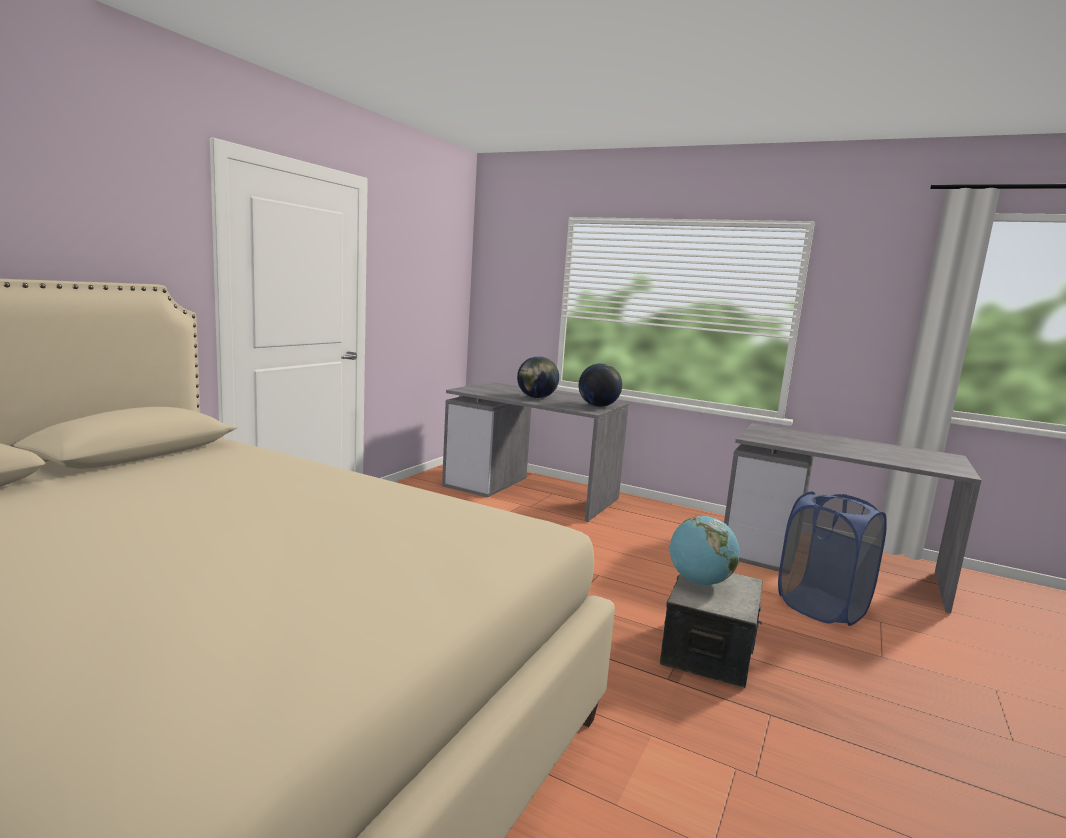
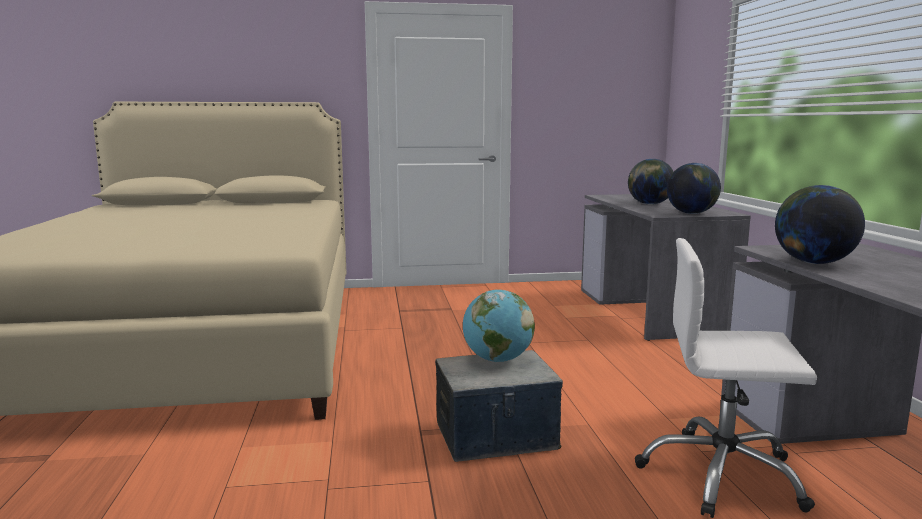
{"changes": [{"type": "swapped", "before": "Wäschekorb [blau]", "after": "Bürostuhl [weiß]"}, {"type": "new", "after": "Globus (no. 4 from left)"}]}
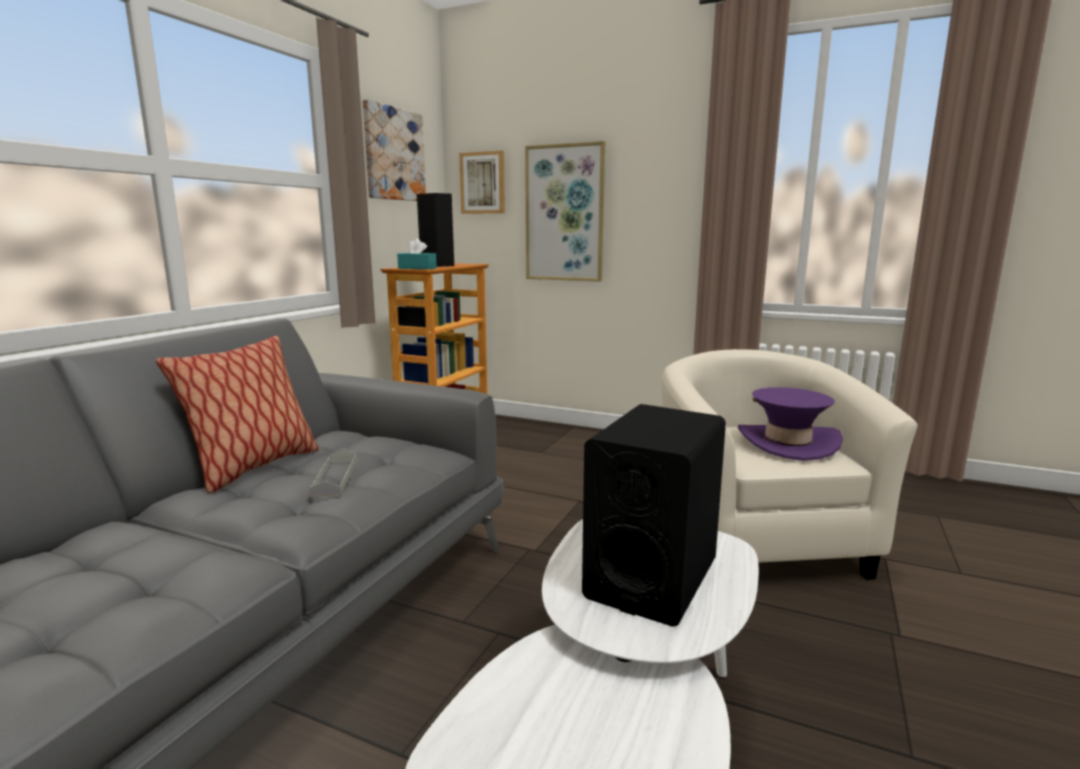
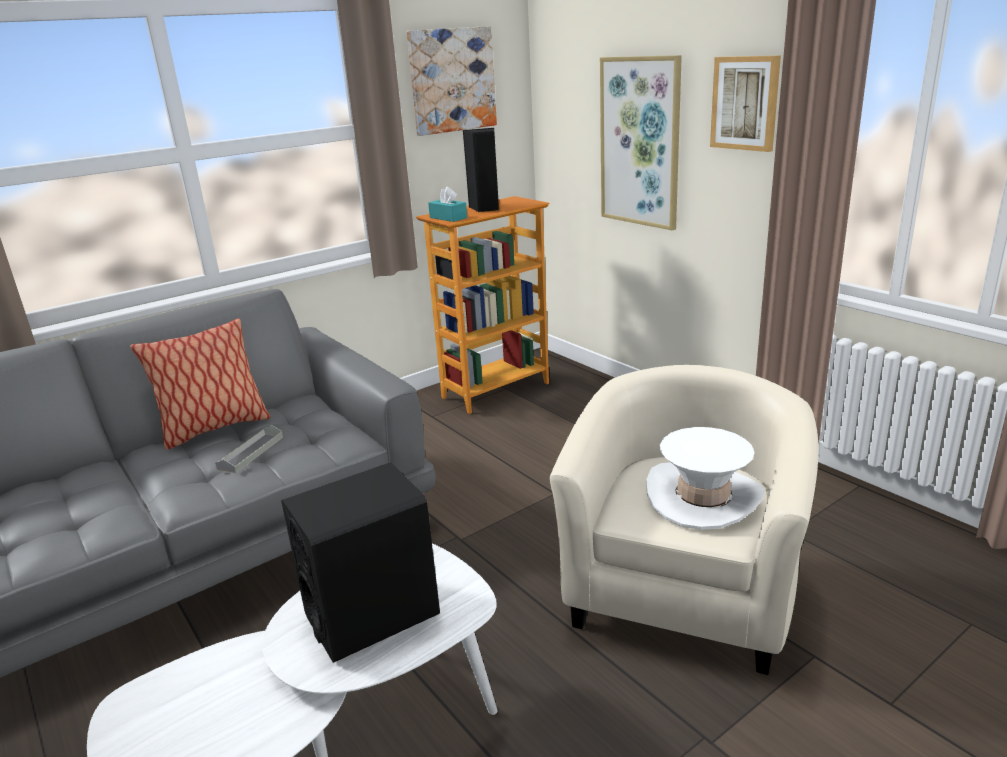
{"changes": [{"type": "shifted", "before": "Bild (no. 2 from left in the first image)", "after": "Bild (no. 3 from left)"}, {"type": "repainted", "before": "Hut [lila]", "after": "Hut [weiß]"}]}
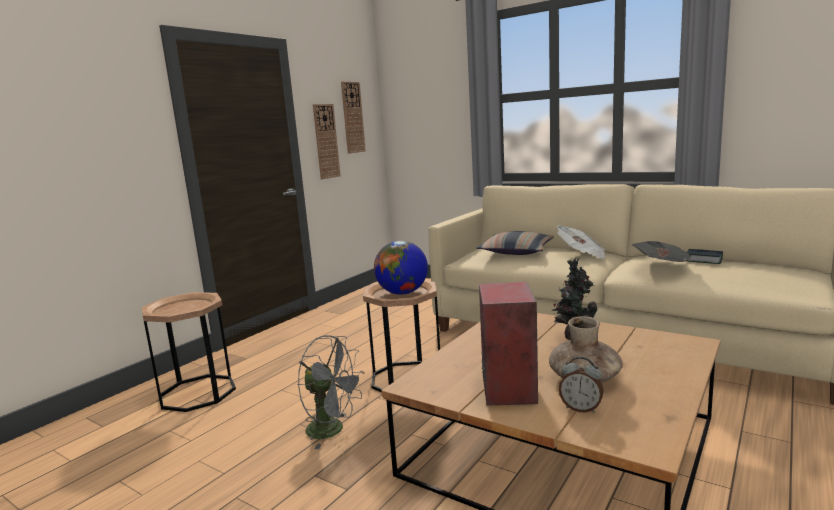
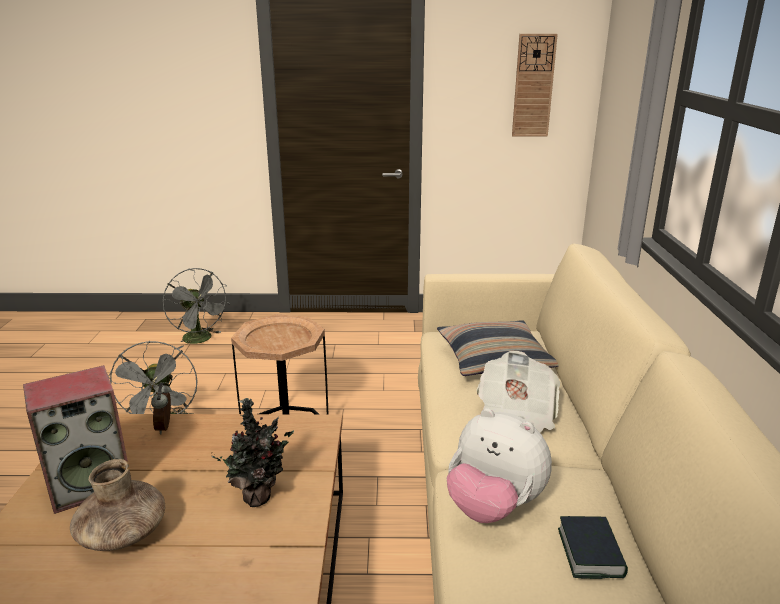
{"changes": [{"type": "gone", "before": "Wanduhr (no. 1 from left)"}, {"type": "gone", "before": "Globus"}, {"type": "swapped", "before": "Zeitung (no. 2 from left)", "after": "Plüschtier"}, {"type": "swapped", "before": "Beistelltisch [braun] (no. 1 from left)", "after": "Ventilator [grau] (no. 2 from left)"}, {"type": "shifted", "before": "Wecker"}]}
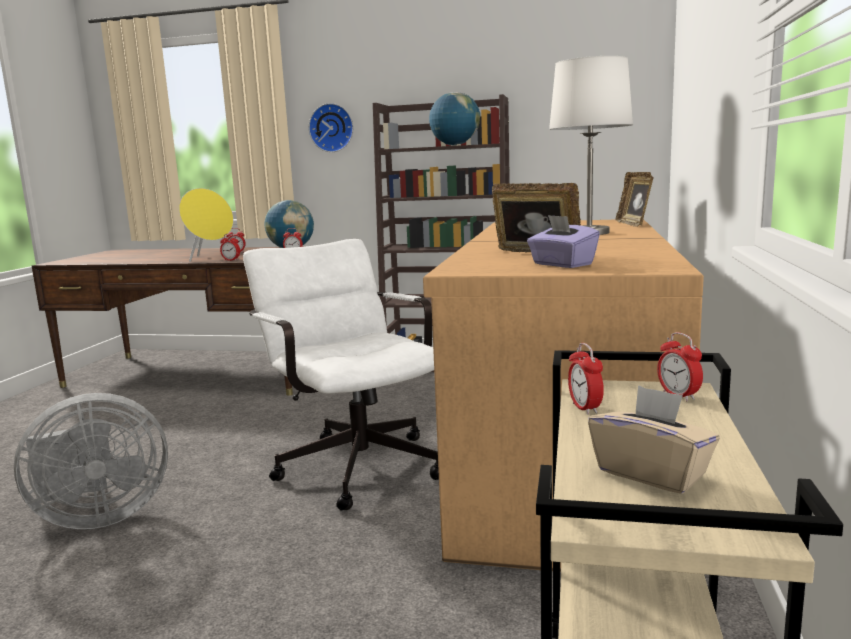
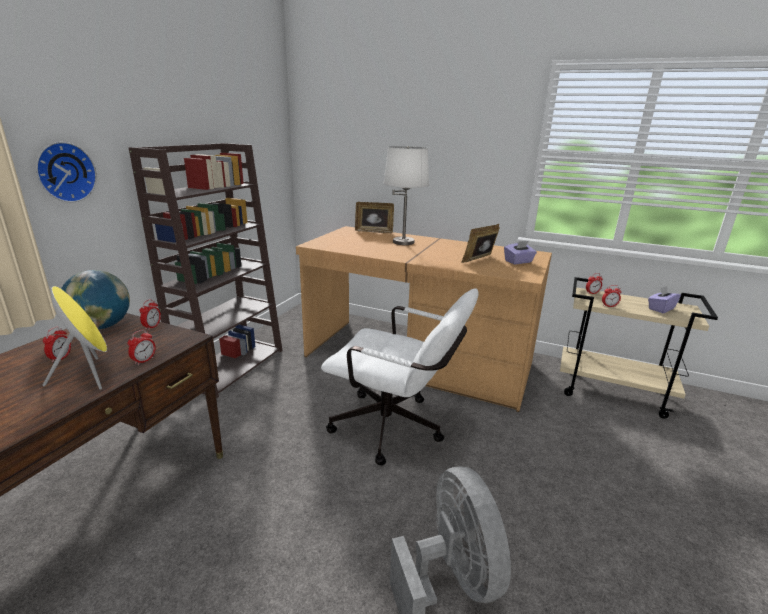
{"changes": [{"type": "gone", "before": "Globus (no. 2 from left)"}, {"type": "rotated", "before": "Bürostuhl [weiß]", "turn": -135}, {"type": "repainted", "before": "Taschentuchbox [beige]", "after": "Taschentuchbox [lila] (no. 2 from left)"}]}
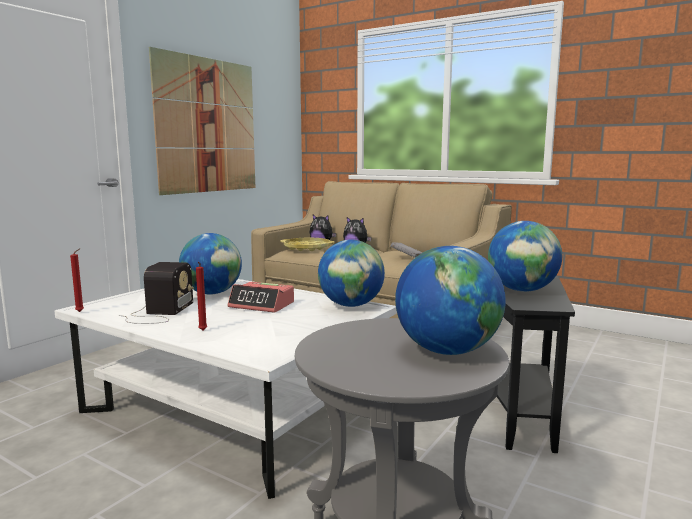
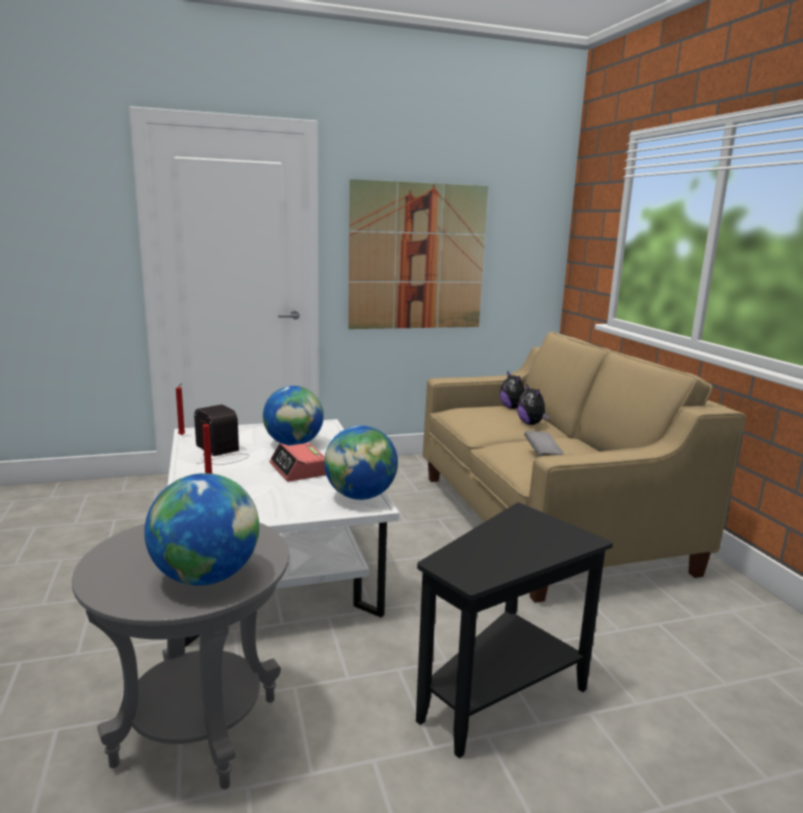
{"changes": [{"type": "gone", "before": "Globus (no. 4 from left)"}, {"type": "gone", "before": "Tablett [gelb]"}, {"type": "rotated", "before": "Radio", "turn": -90}]}
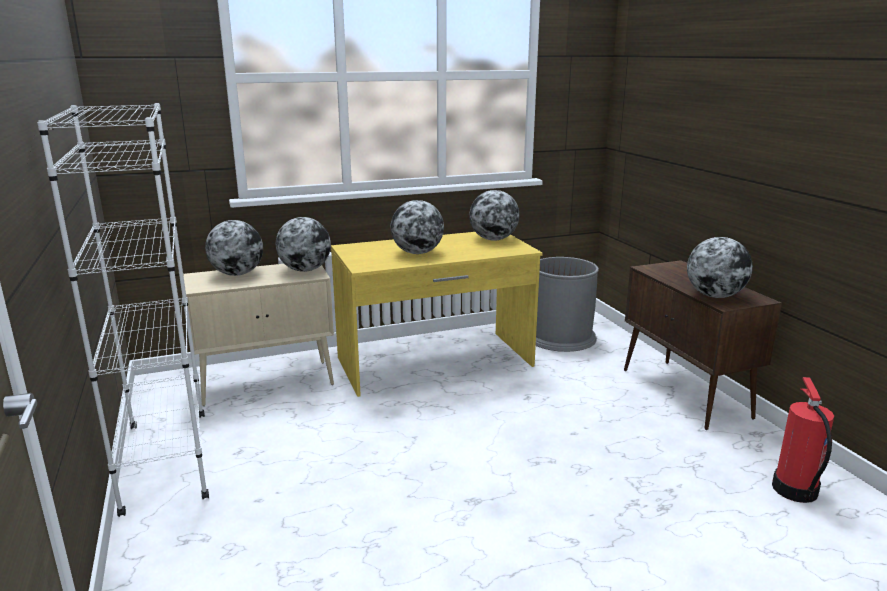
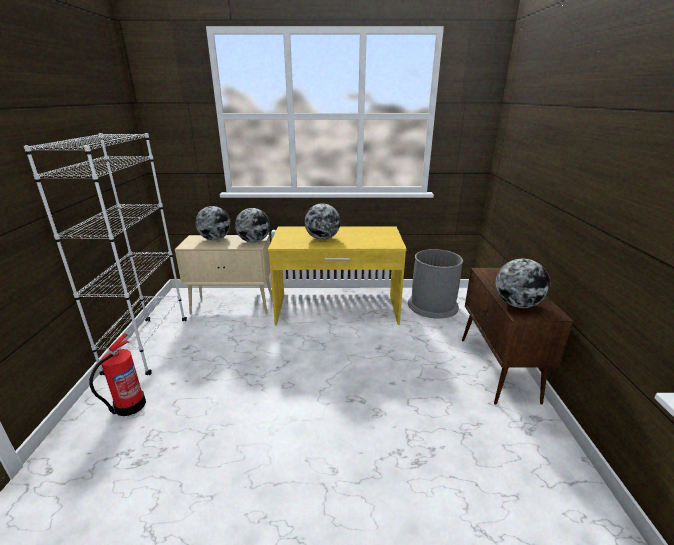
{"changes": [{"type": "gone", "before": "Globus (no. 4 from left)"}, {"type": "shifted", "before": "Feuerlöscher"}]}
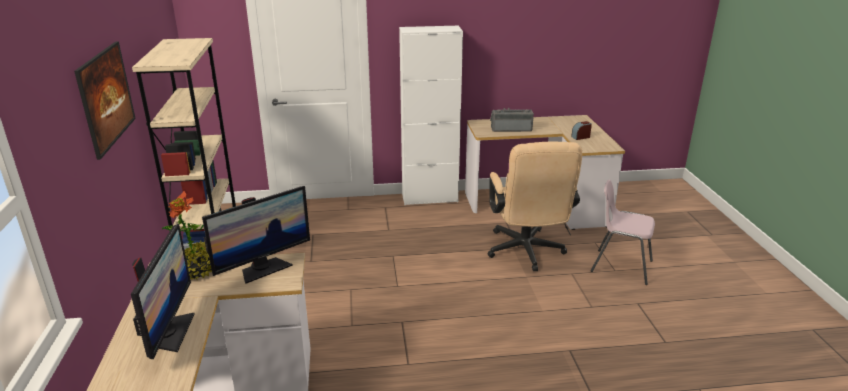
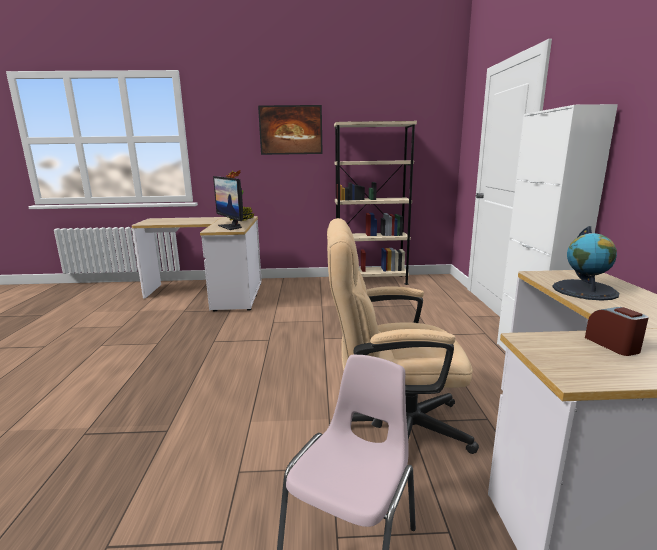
{"changes": [{"type": "swapped", "before": "Radio", "after": "Globus"}, {"type": "gone", "before": "Monitor (no. 1 from left)"}]}
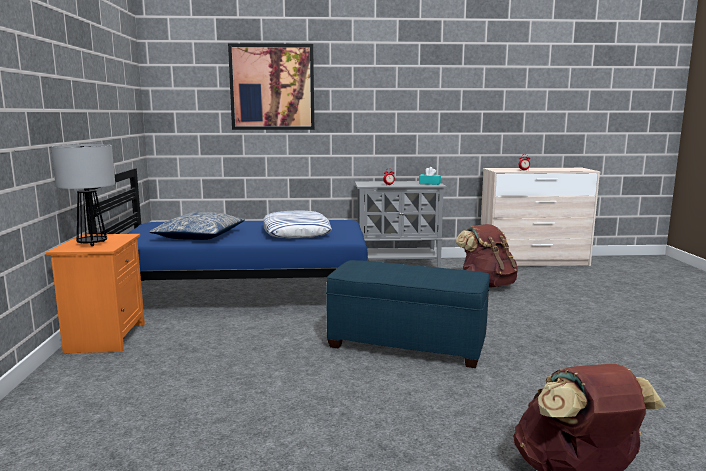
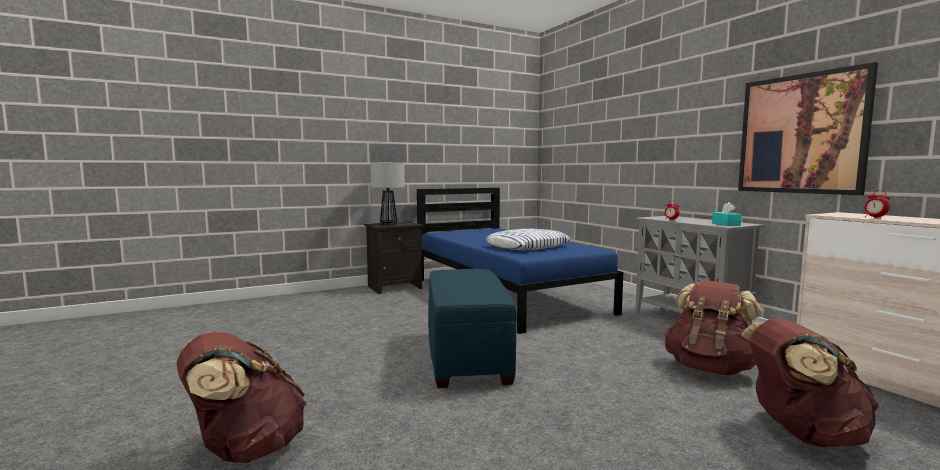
{"changes": [{"type": "shifted", "before": "Bild"}, {"type": "gone", "before": "Kissen (no. 1 from left)"}, {"type": "repainted", "before": "Nachttisch [orange]", "after": "Nachttisch [schwarz]"}, {"type": "new", "after": "Rucksack [braun] (no. 3 from left)"}]}
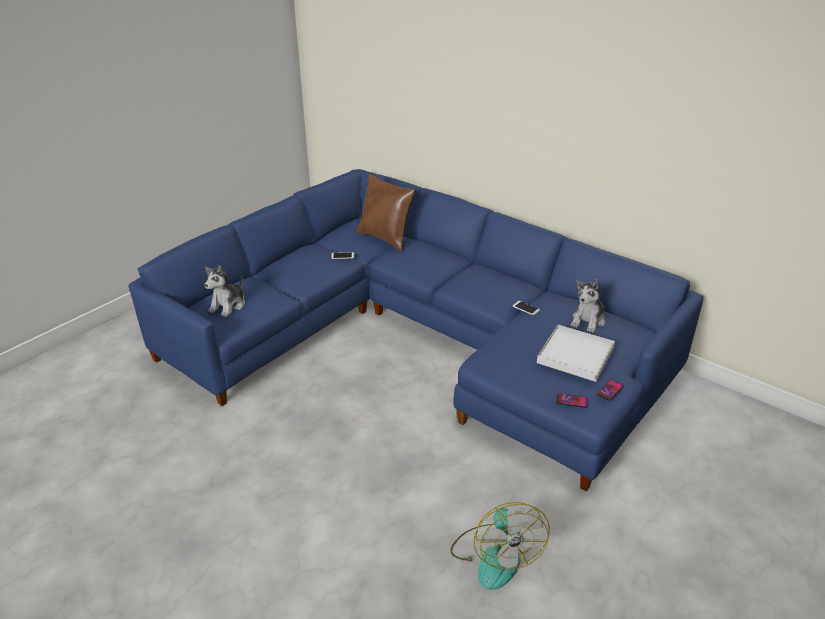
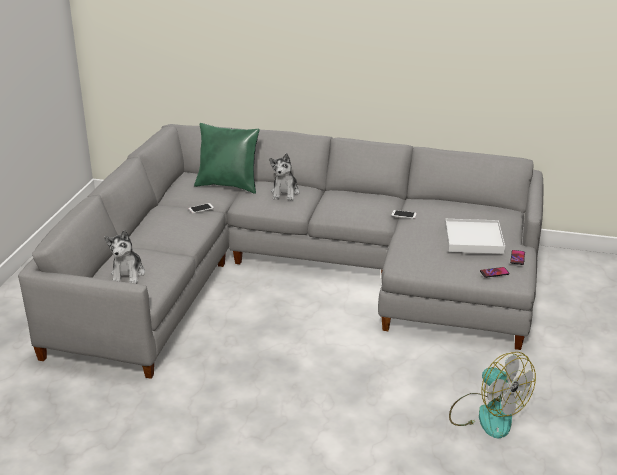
{"changes": [{"type": "repainted", "before": "Sofa [blau]", "after": "Sofa [grau]"}, {"type": "repainted", "before": "Kissen [braun]", "after": "Kissen [grün]"}, {"type": "shifted", "before": "Plüschtier (no. 2 from left)"}]}
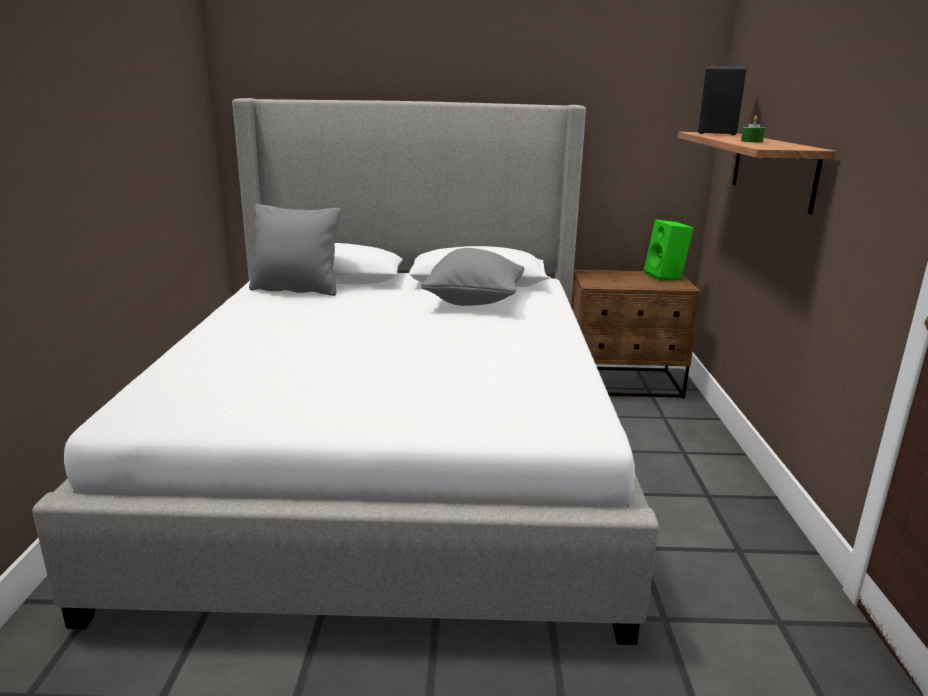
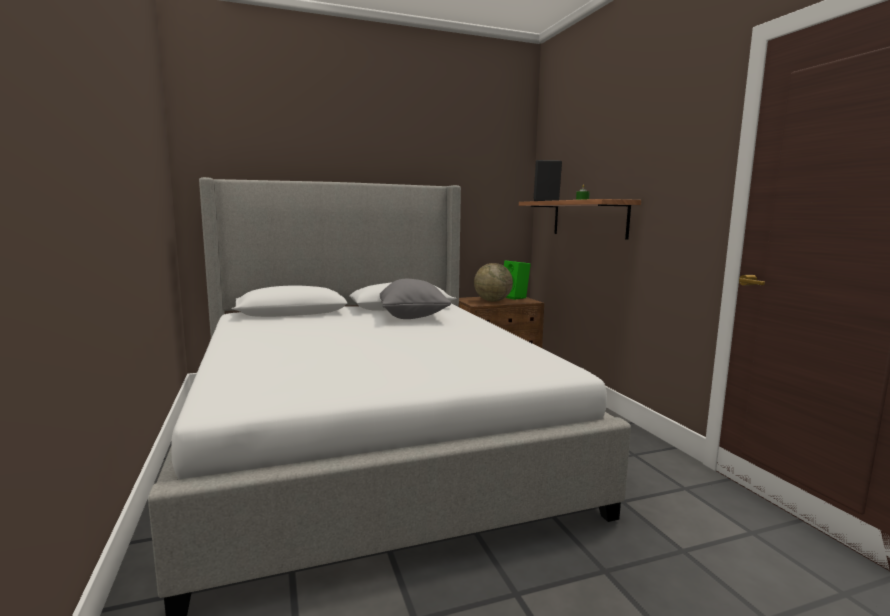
{"changes": [{"type": "gone", "before": "Kissen [grau] (no. 1 from left)"}, {"type": "new", "after": "Globus"}]}
